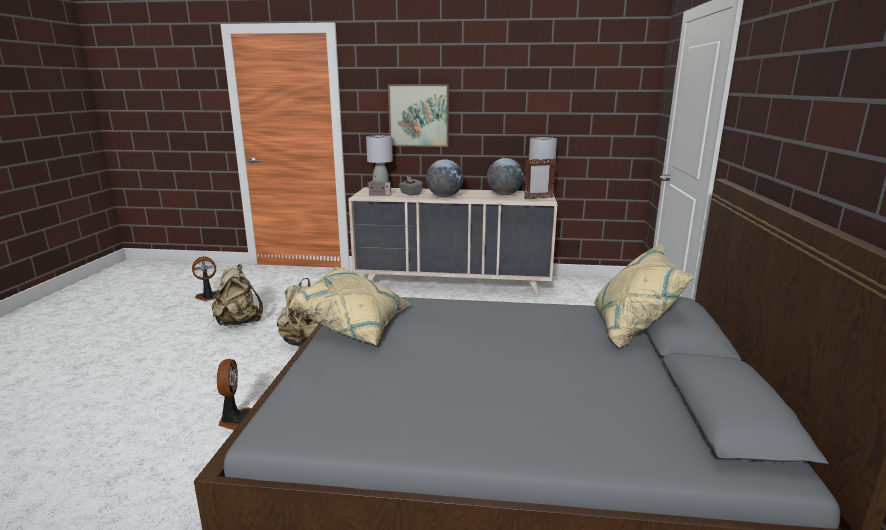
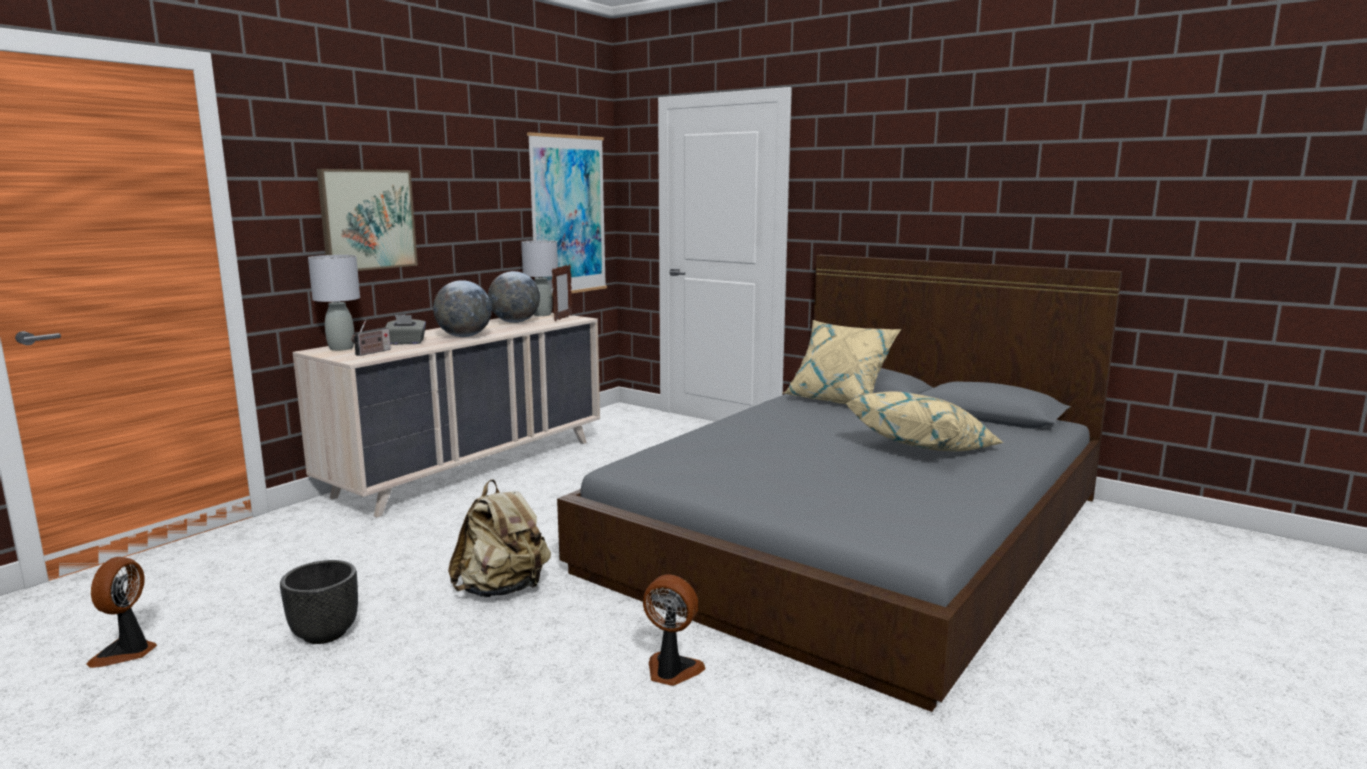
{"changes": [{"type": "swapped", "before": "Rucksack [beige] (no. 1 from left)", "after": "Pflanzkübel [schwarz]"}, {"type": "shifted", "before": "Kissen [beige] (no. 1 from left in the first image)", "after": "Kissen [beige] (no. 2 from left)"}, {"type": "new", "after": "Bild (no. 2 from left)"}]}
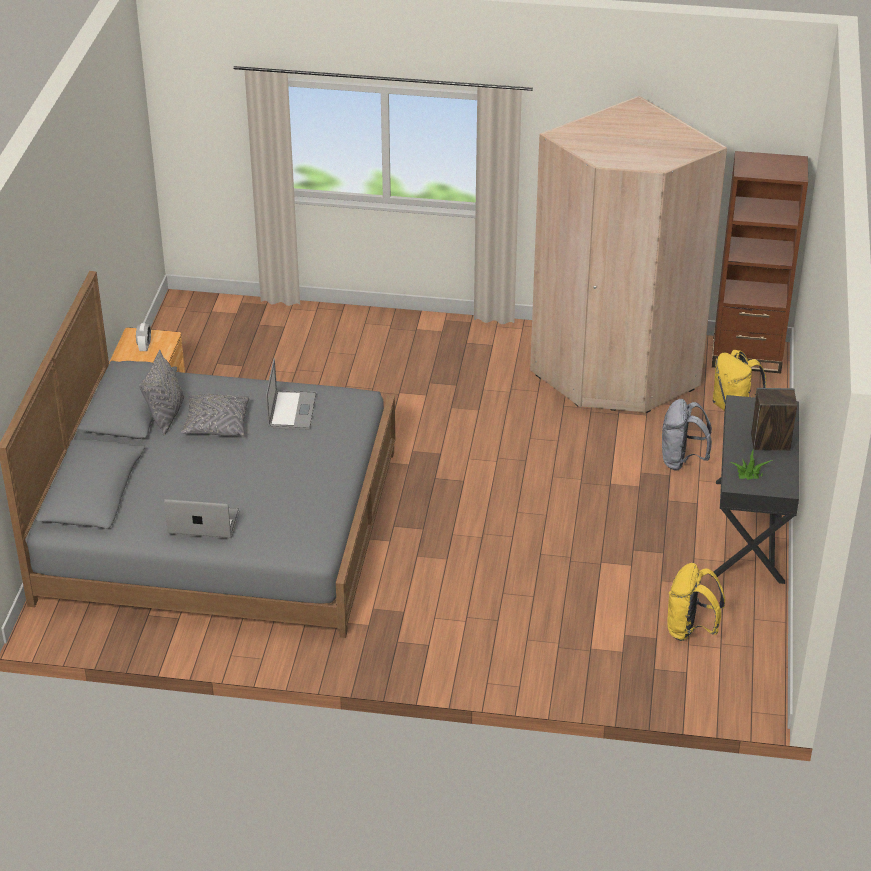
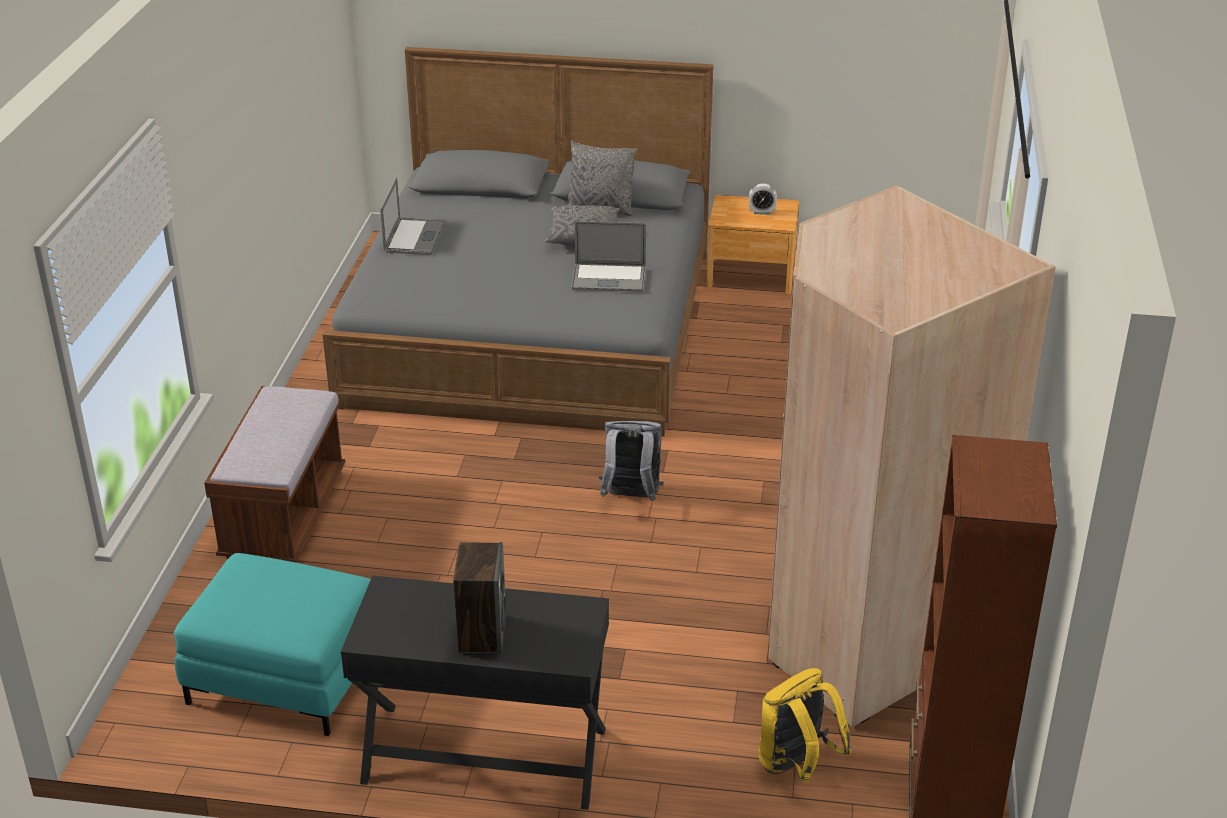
{"changes": [{"type": "shifted", "before": "Rucksack [grau]"}, {"type": "gone", "before": "Topfpflanze"}, {"type": "swapped", "before": "Rucksack [gelb] (no. 1 from left)", "after": "Polsterhocker [türkis]"}, {"type": "new", "after": "Bank [braun]"}]}
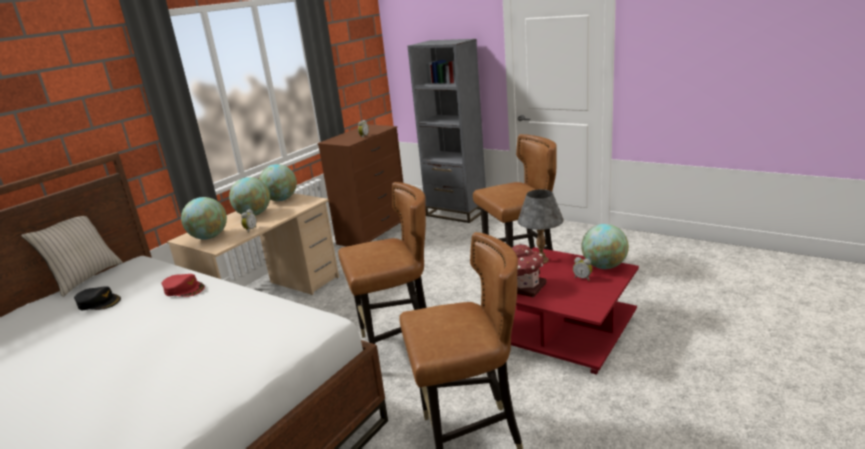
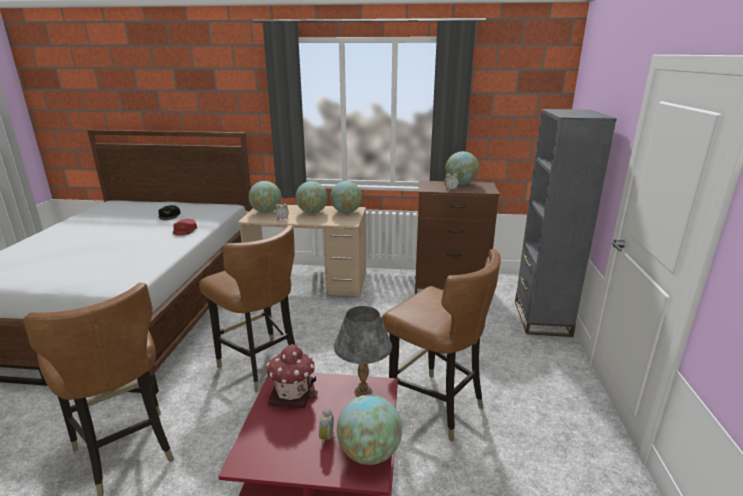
{"changes": [{"type": "gone", "before": "Kissen [beige]"}, {"type": "new", "after": "Globus (no. 5 from left)"}]}
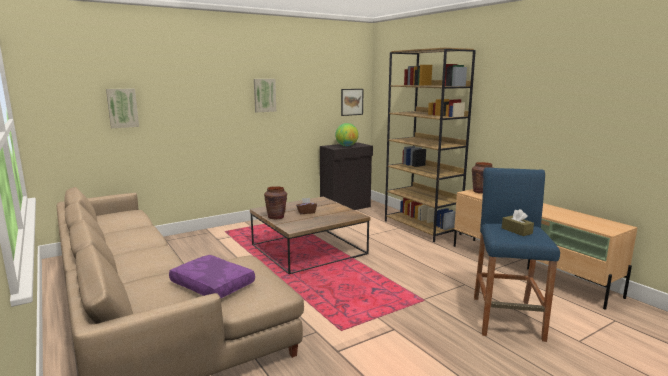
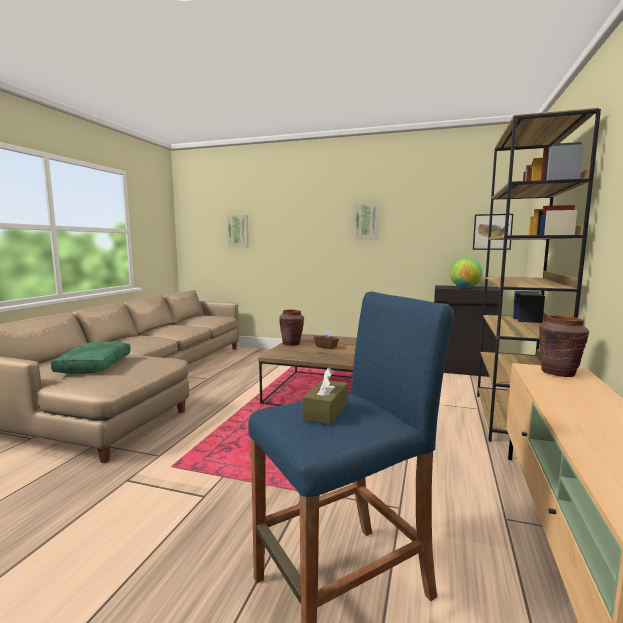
{"changes": [{"type": "repainted", "before": "Kissen [lila]", "after": "Kissen [grün]"}]}
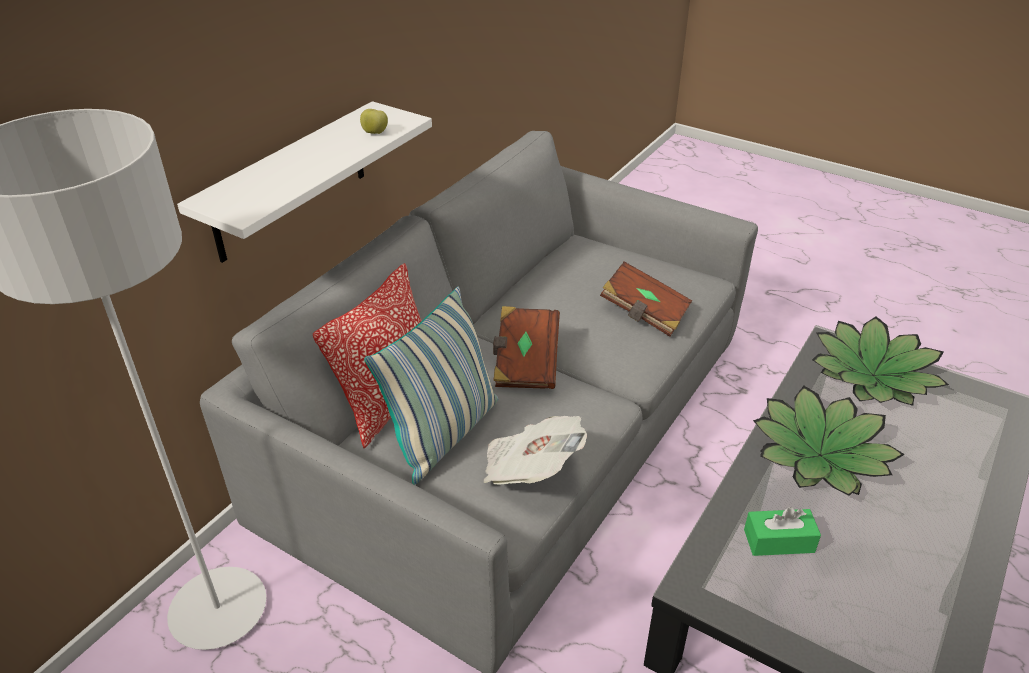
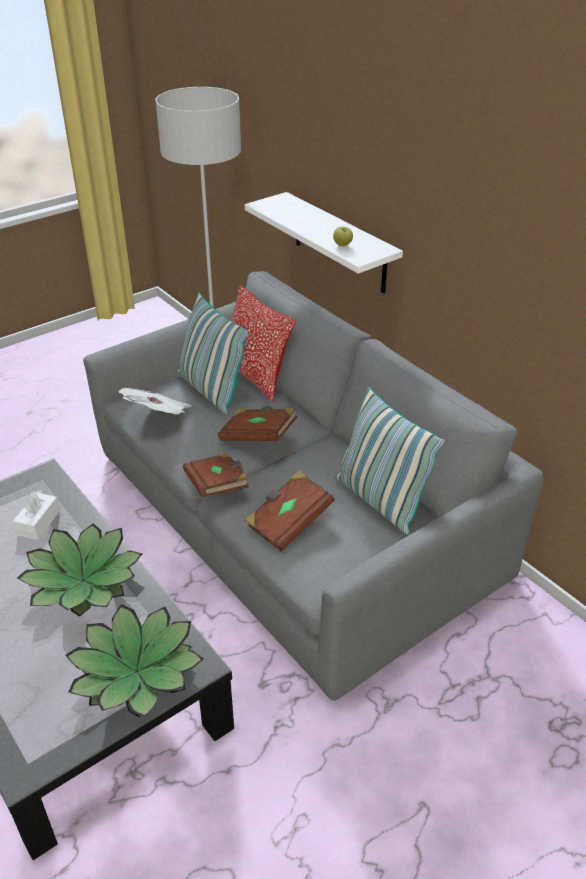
{"changes": [{"type": "repainted", "before": "Taschentuchbox [grün]", "after": "Taschentuchbox [weiß]"}, {"type": "new", "after": "Kissen (no. 3 from left)"}, {"type": "new", "after": "Buch [braun] (no. 1 from left)"}]}
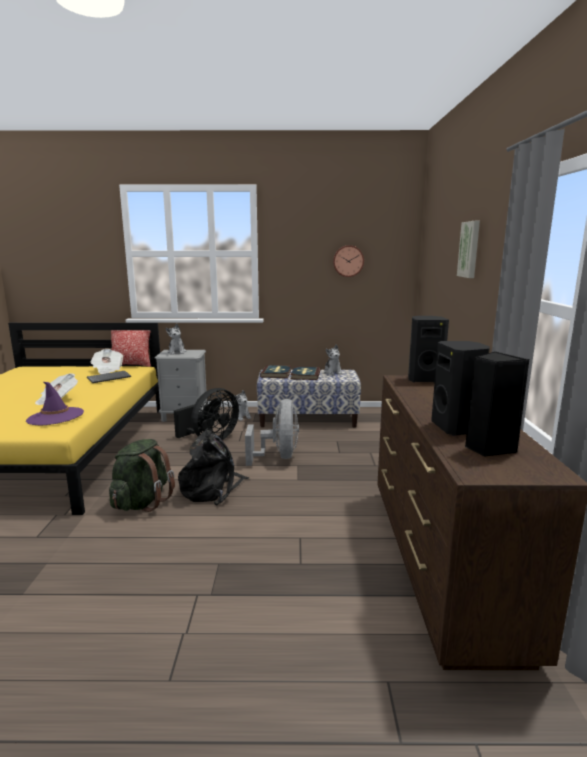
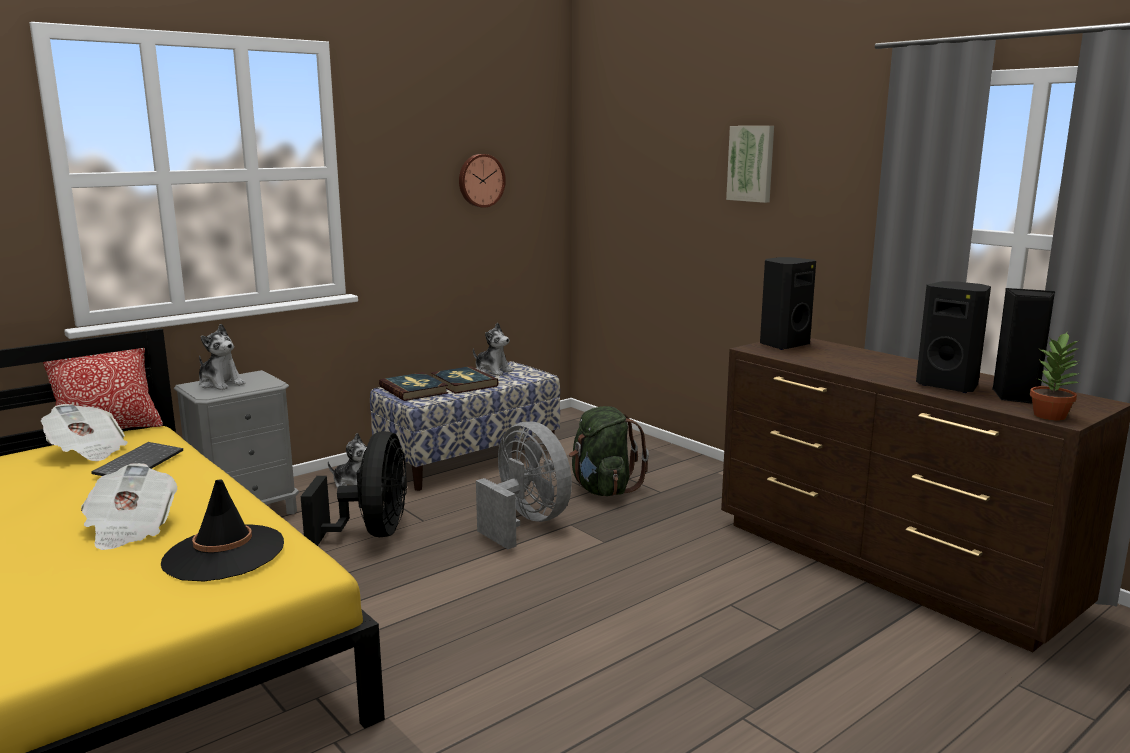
{"changes": [{"type": "repainted", "before": "Hut [lila]", "after": "Hut [schwarz]"}, {"type": "gone", "before": "Rucksack [schwarz]"}, {"type": "shifted", "before": "Rucksack [grün]"}, {"type": "new", "after": "Topfpflanze"}]}
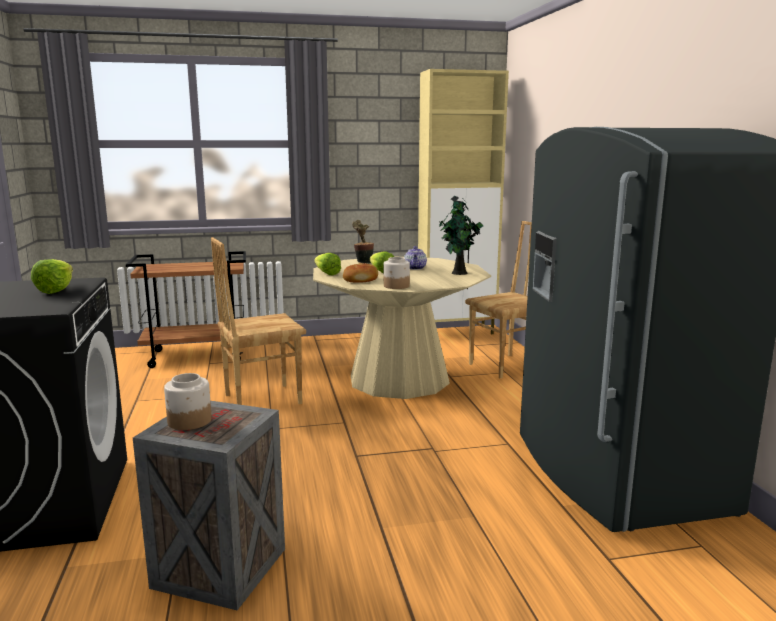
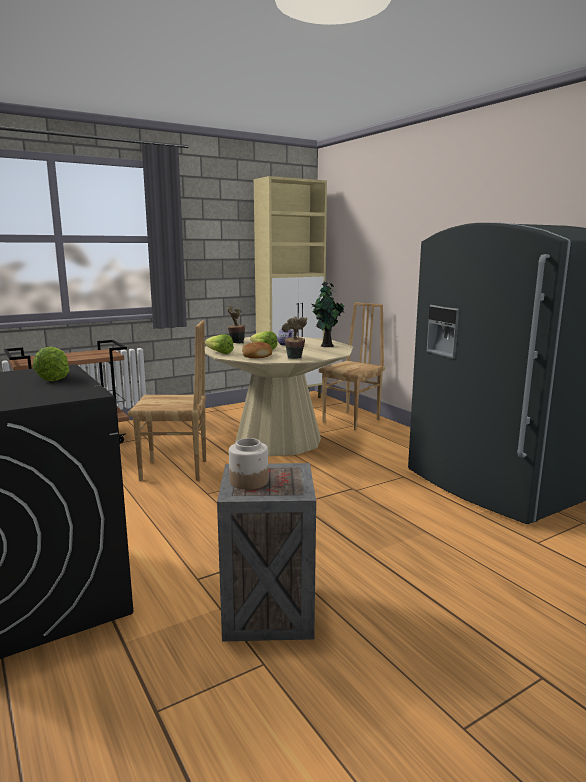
{"changes": [{"type": "rotated", "before": "Stuhl [braun] (no. 1 from left)", "turn": -135}, {"type": "swapped", "before": "Vorratsglas (no. 2 from left)", "after": "Topfpflanze (no. 2 from left)"}]}
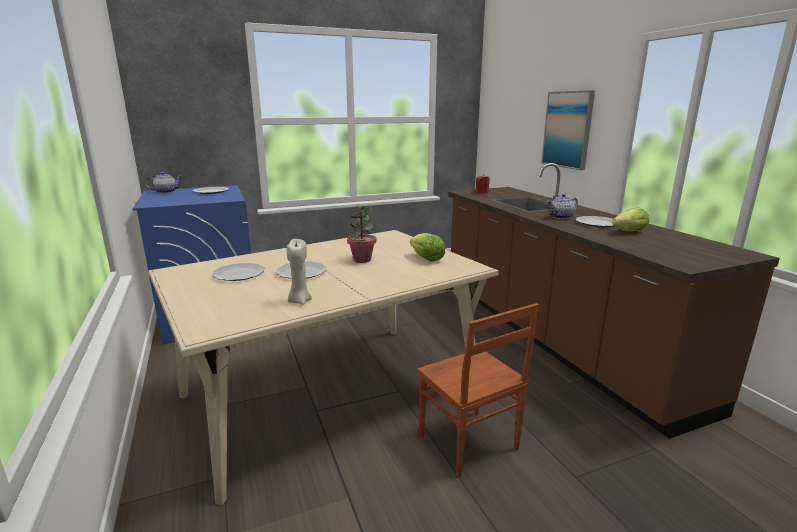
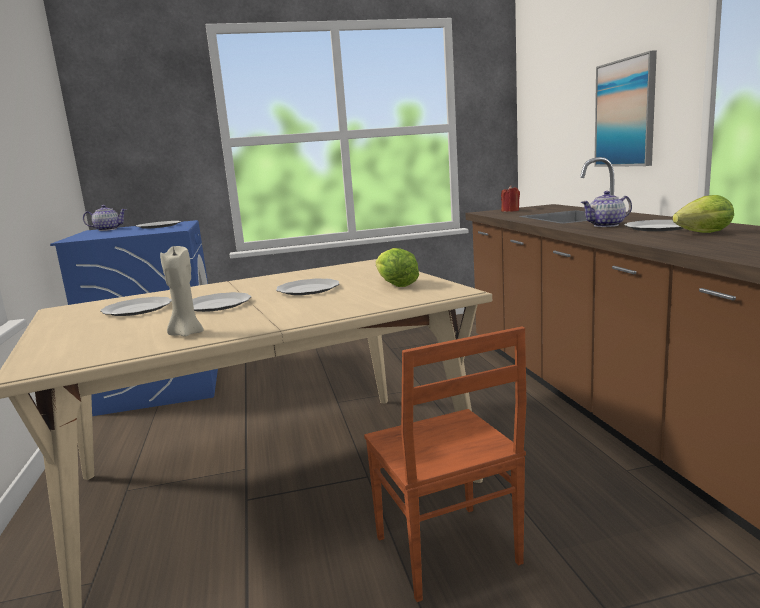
{"changes": [{"type": "swapped", "before": "Topfpflanze", "after": "Teller (no. 4 from left)"}]}
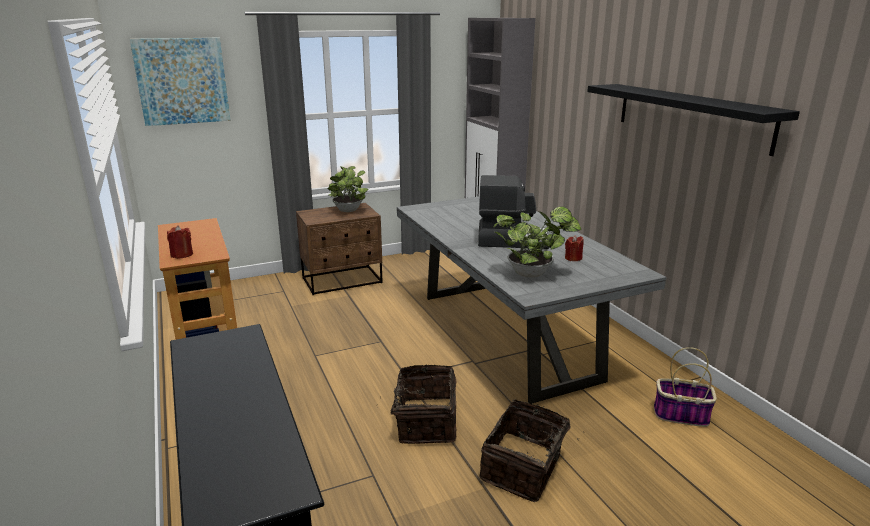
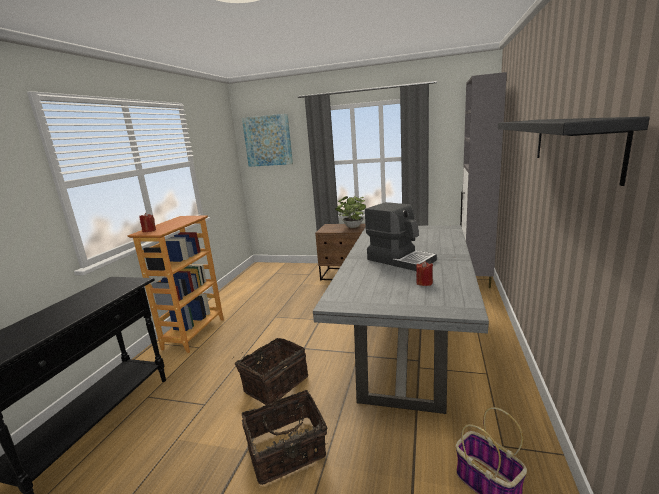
{"changes": [{"type": "gone", "before": "Topfpflanze (no. 2 from left)"}]}
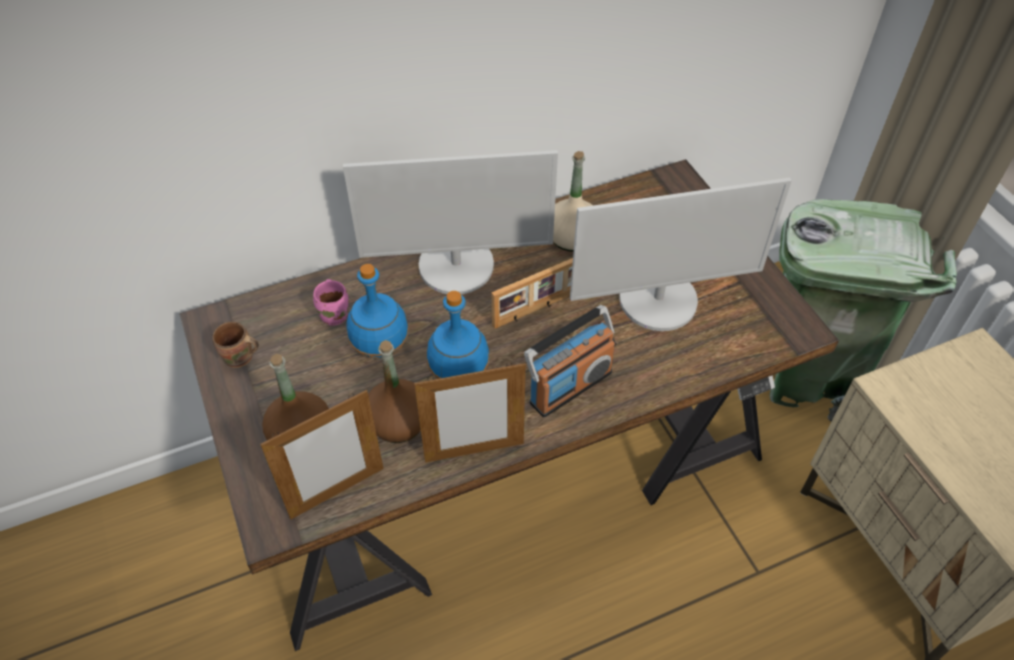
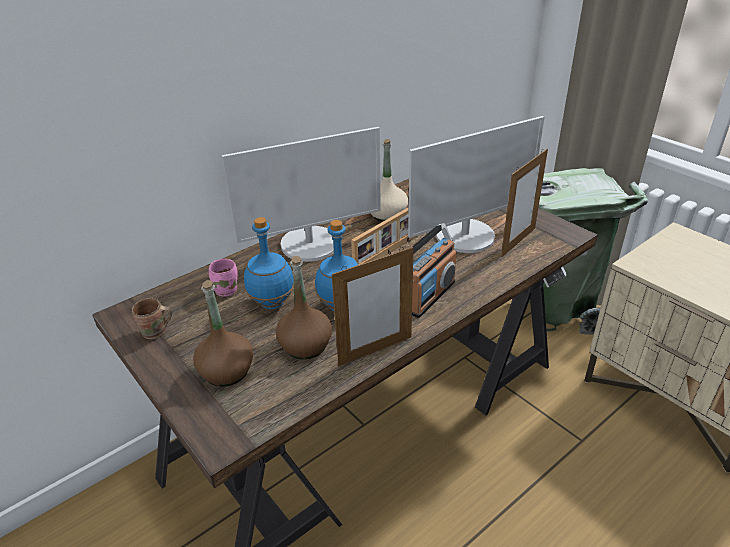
{"changes": [{"type": "shifted", "before": "Bilderrahmen (no. 1 from left in the first image)", "after": "Bilderrahmen (no. 3 from left)"}]}
